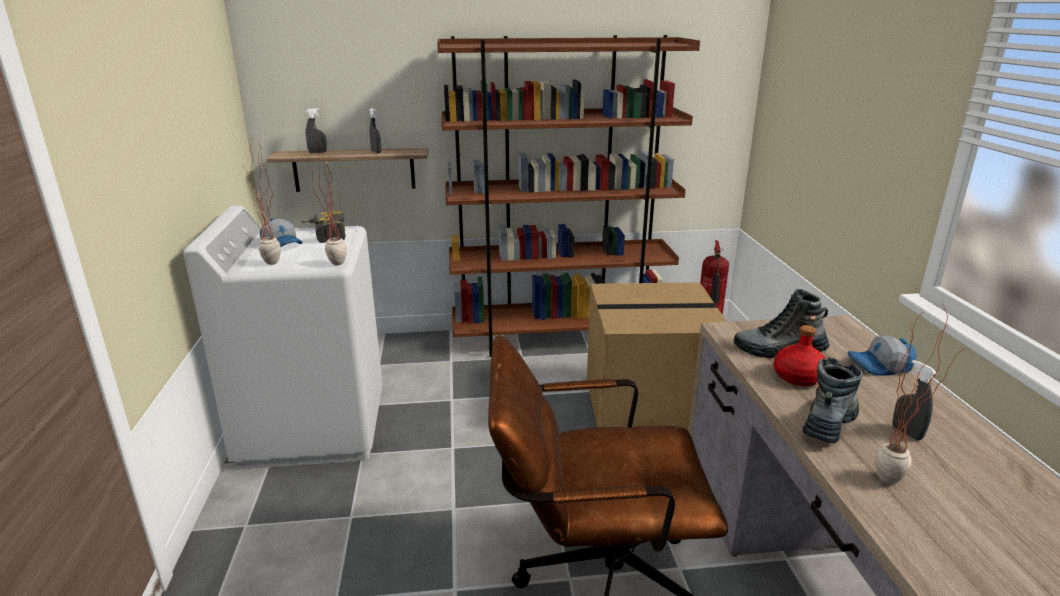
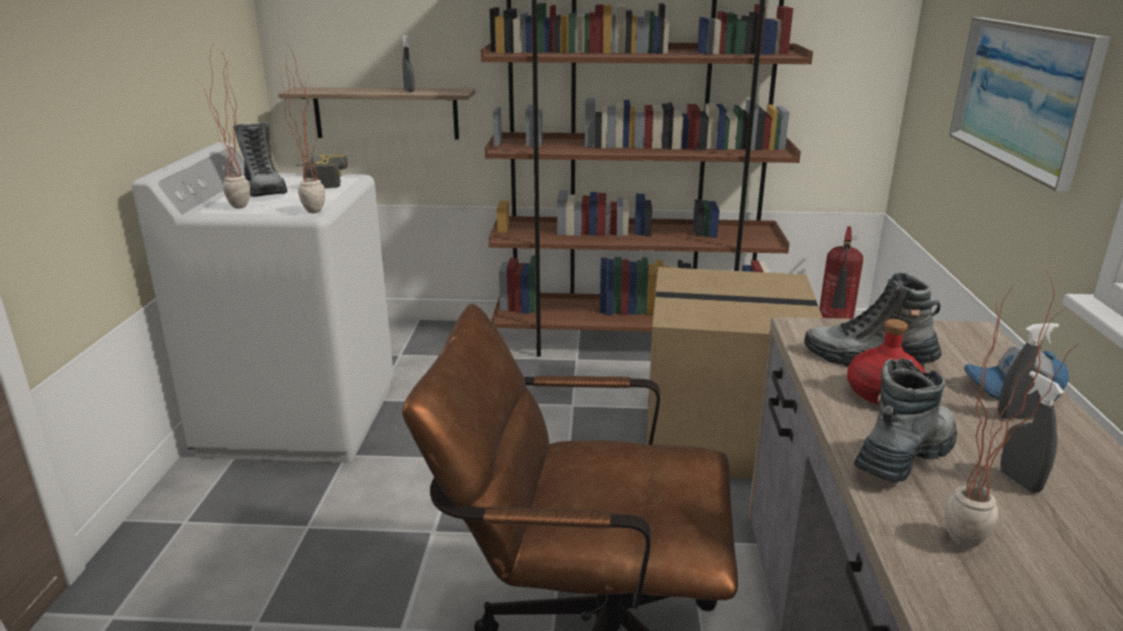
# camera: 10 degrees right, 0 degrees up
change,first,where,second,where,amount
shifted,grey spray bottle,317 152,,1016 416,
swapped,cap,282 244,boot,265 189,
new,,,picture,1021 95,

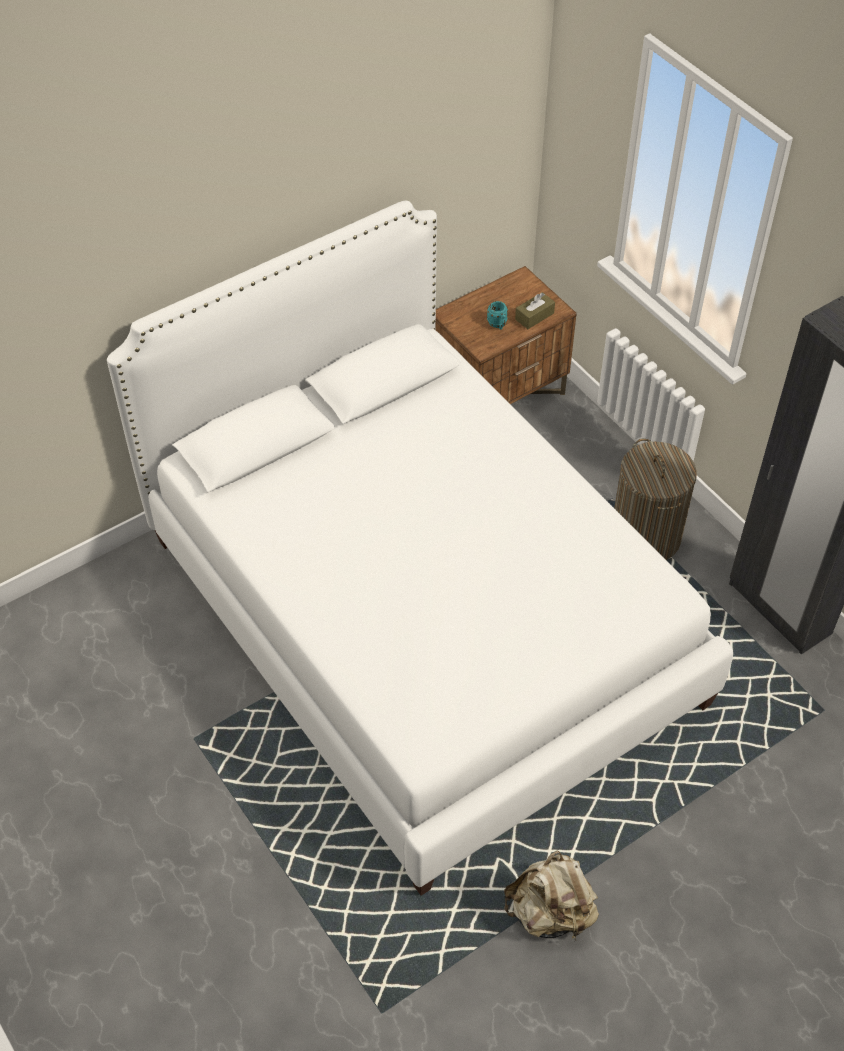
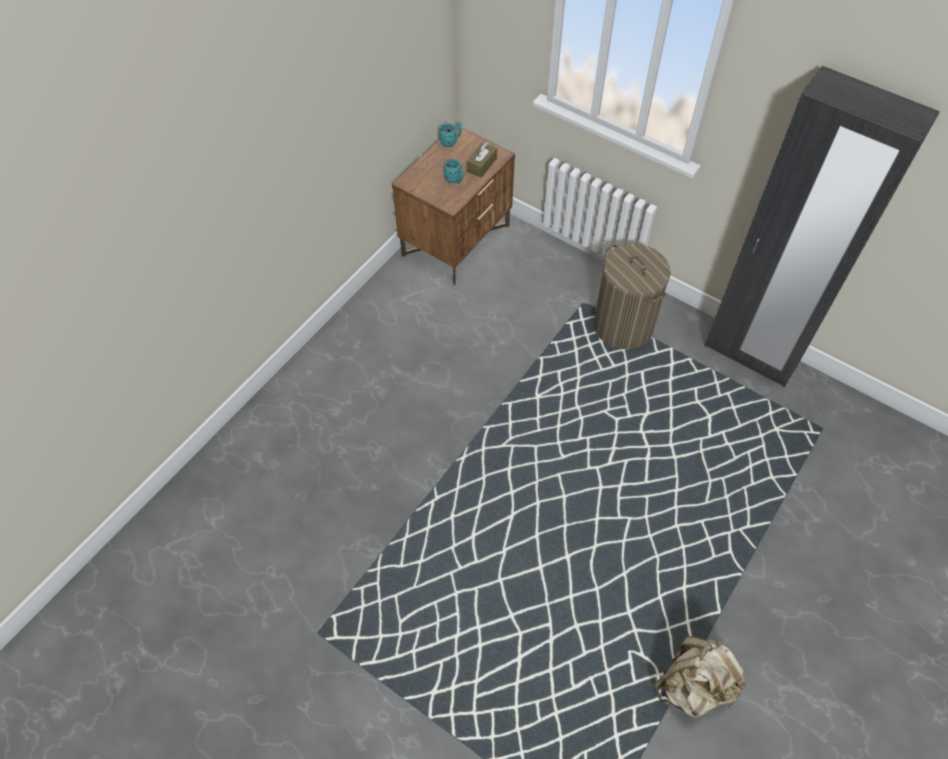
# camera: 20 degrees left, 5 degrees up
change,first,where,second,where,amount
gone,white bed,422 617,,,
new,,,turquoise mug,451 142,

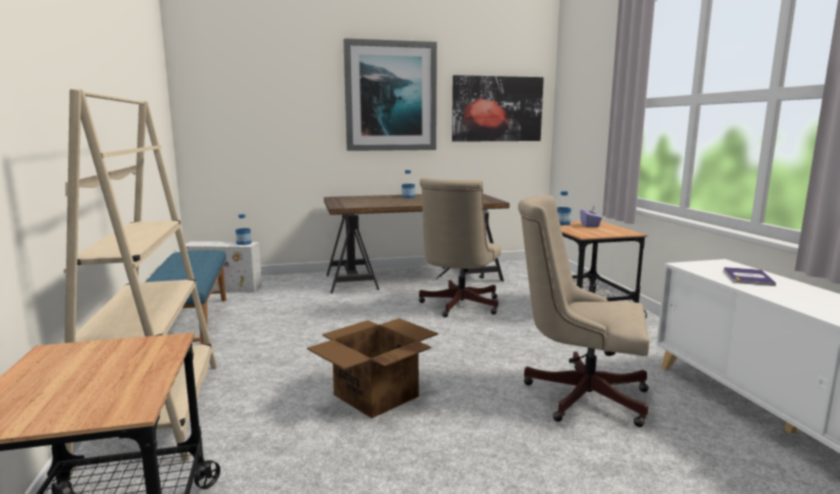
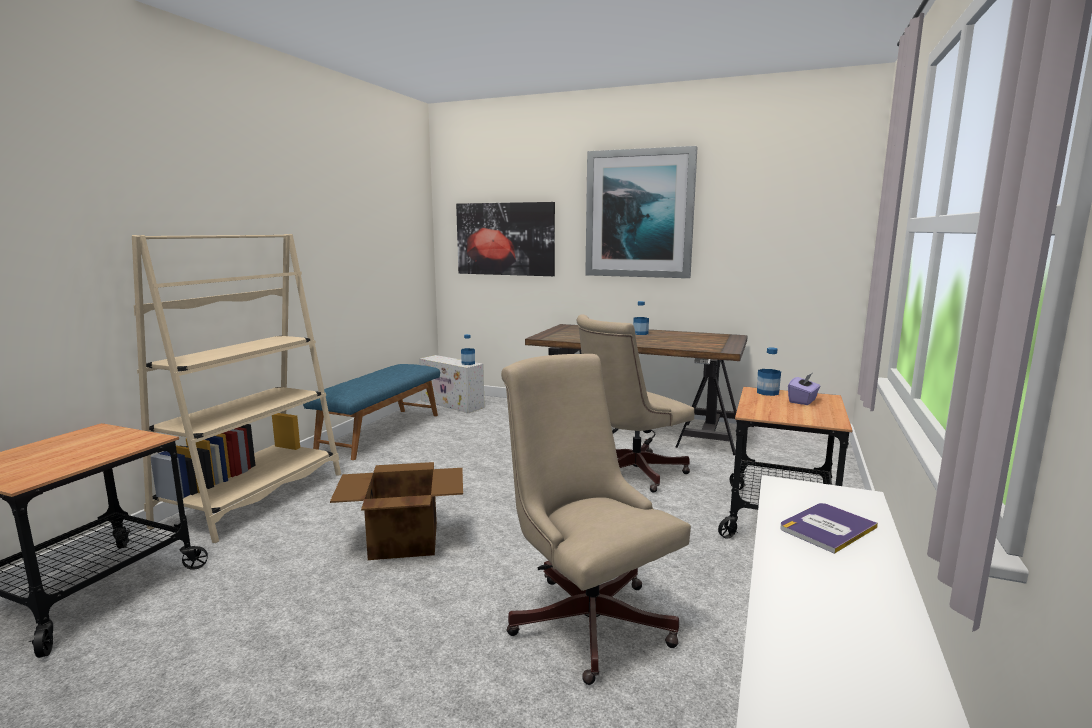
# camera: 35 degrees right, 0 degrees up
change,first,where,second,where,amount
shifted,picture,497 109,,505 239,

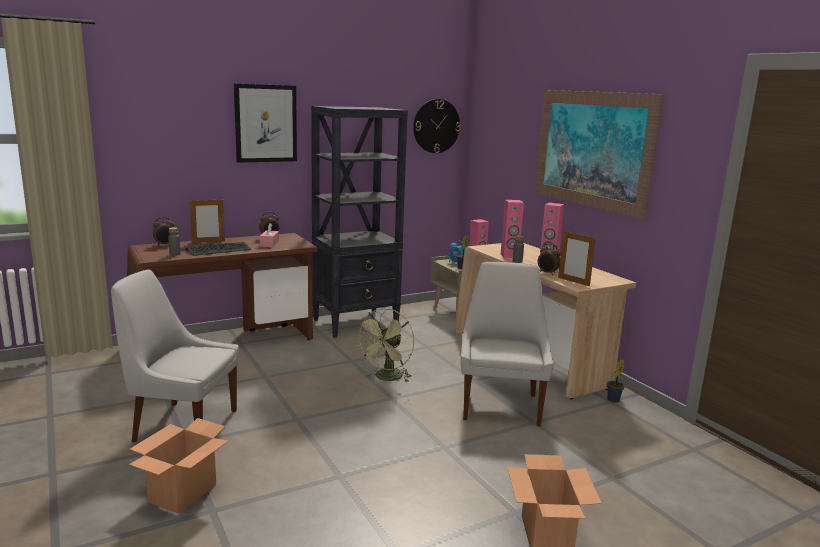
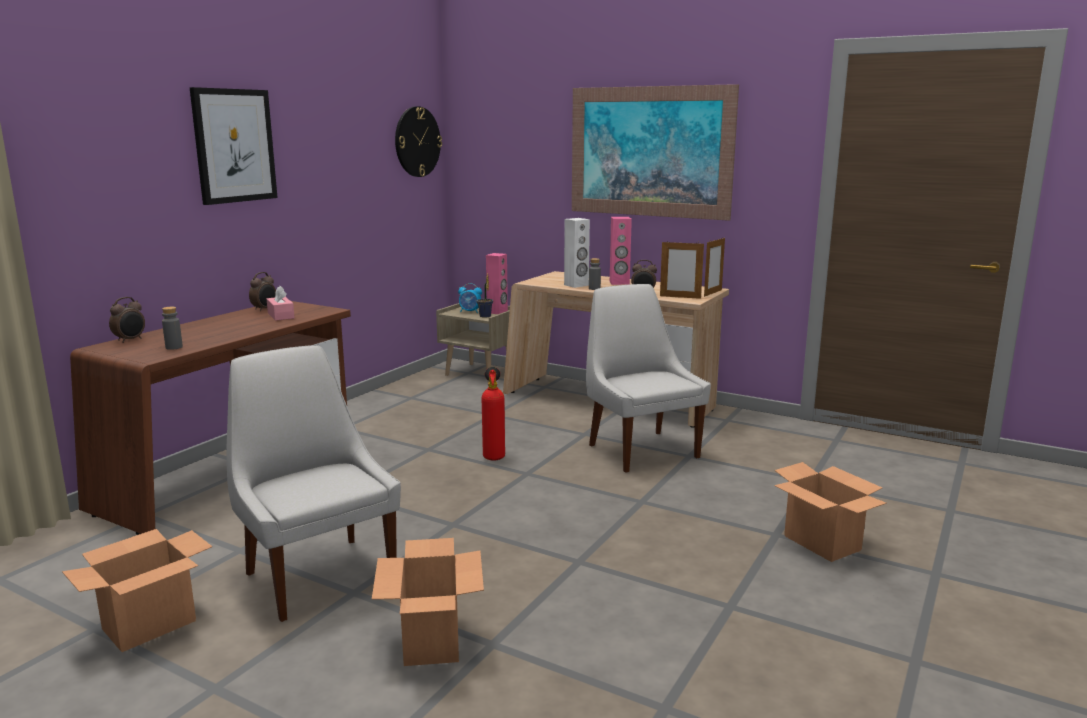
# camera: 30 degrees left, 0 degrees up
change,first,where,second,where,amount
gone,black bookcase,356 323,,,
shifted,picture frame,208 242,,712 293,
repainted,pink speaker,509 256,white speaker,576 285,
gone,keyboard,219 250,,,
rotated,white chair,182 425,,318 575,75 degrees clockwise
swapped,green fan,386 378,fire extinguisher,494 456,
gone,potted plant,612 400,,,
new,,,cardboard box,150 624,

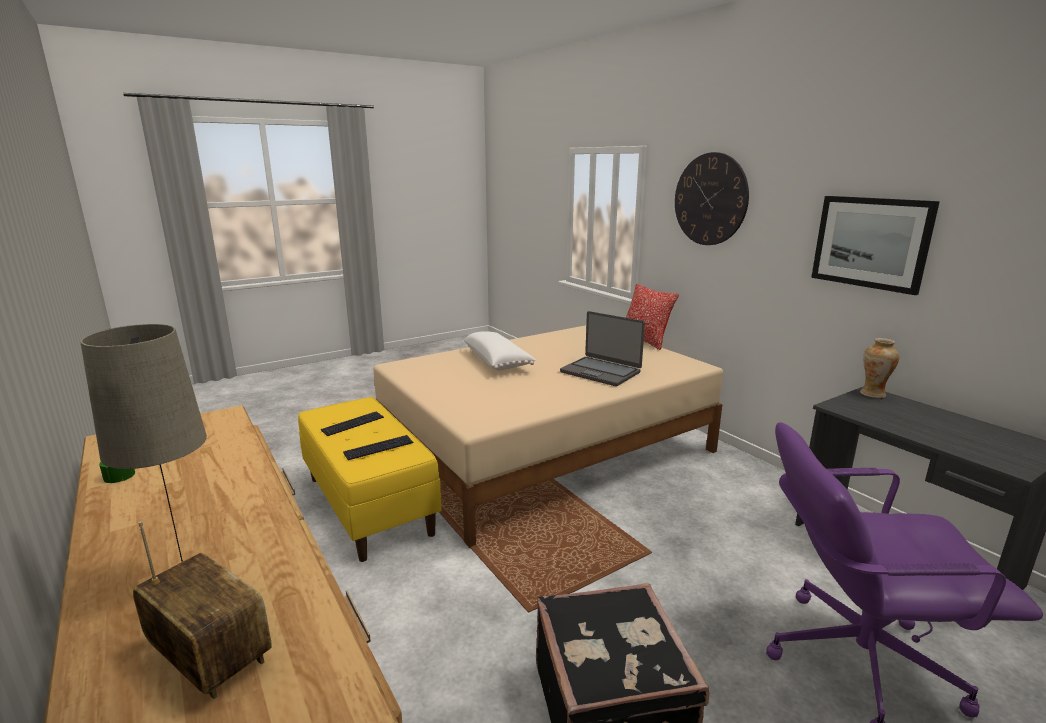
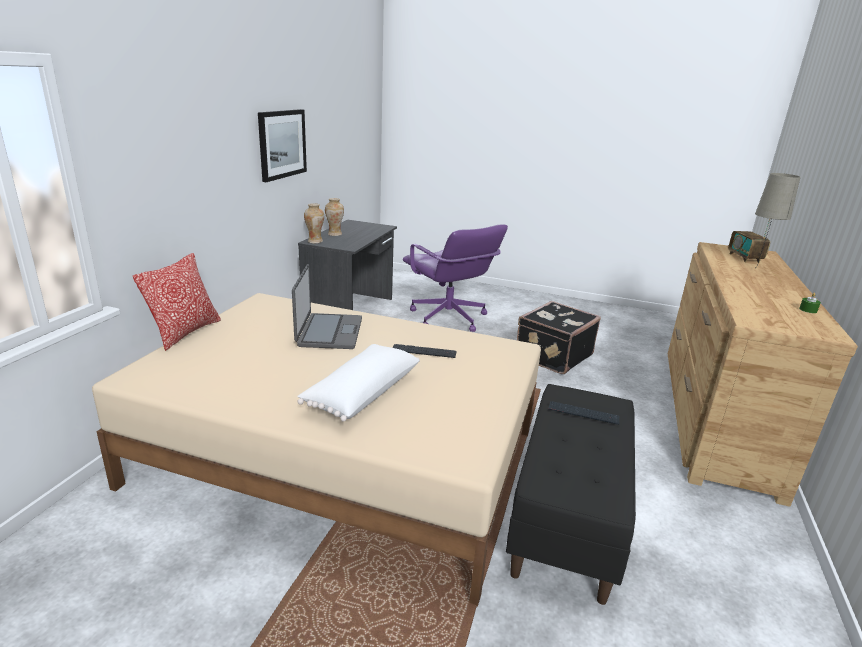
# camera: 130 degrees left, 5 degrees up
change,first,where,second,where,amount
gone,wall clock,710 199,,,
repainted,yellow bench,370 505,black bench,566 515,
shifted,keyboard,353 424,,424 352,
new,,,vase,334 234,

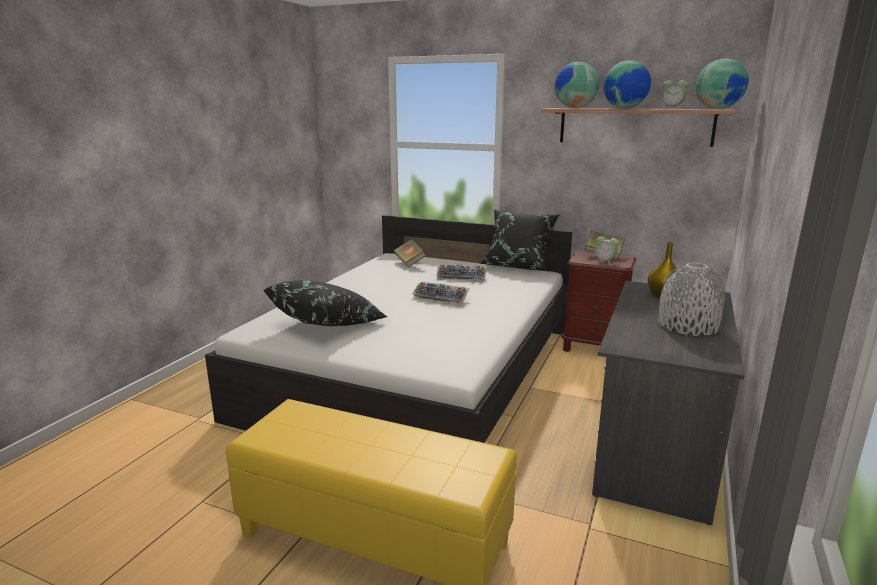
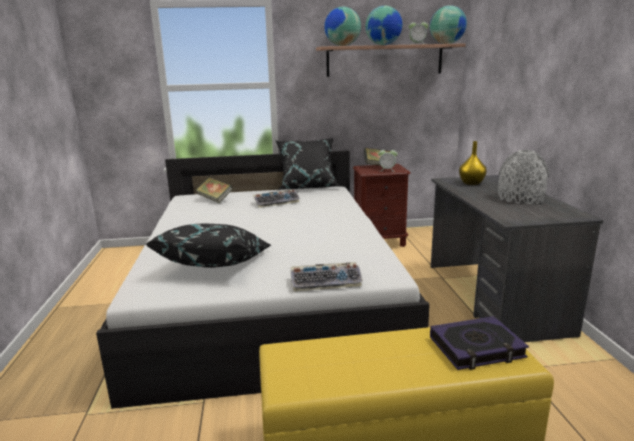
# camera: 30 degrees left, 0 degrees up
change,first,where,second,where,amount
shifted,keyboard,442 297,,326 282,
new,,,book,476 348,

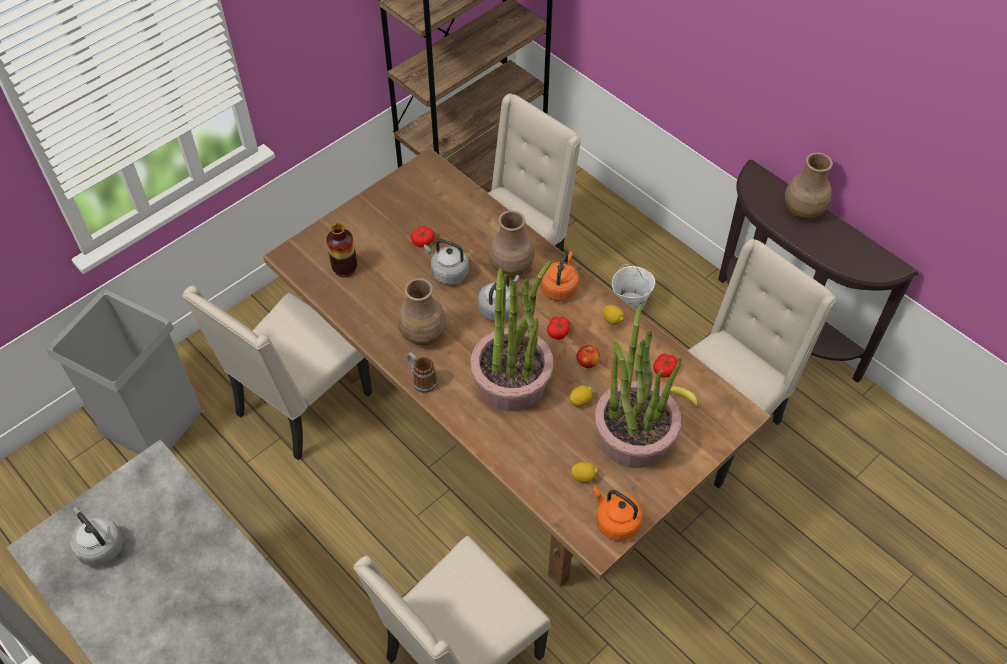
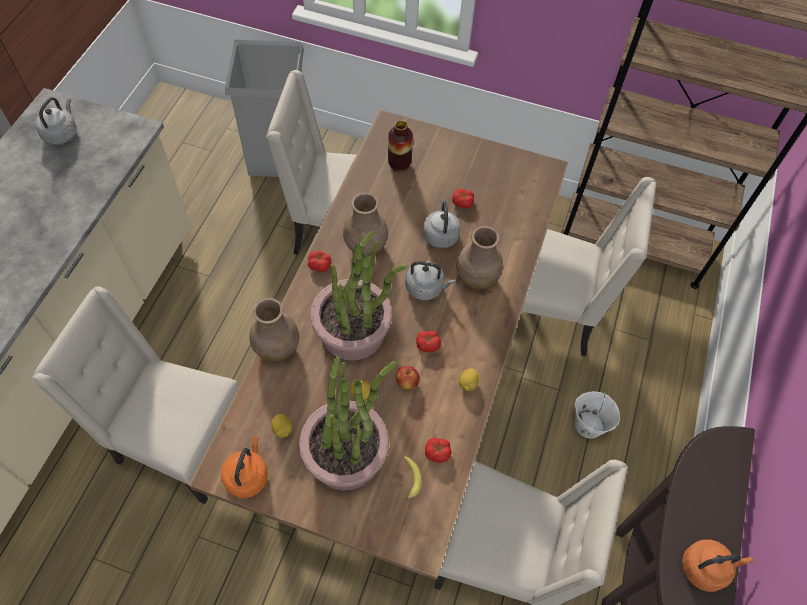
# camera: 60 degrees right, 5 degrees up
change,first,where,second,where,amount
shifted,brown vase,802 210,,277 347,
shifted,orange kettle,559 287,,705 568,
swapped,mug,421 380,tomato,319 265,

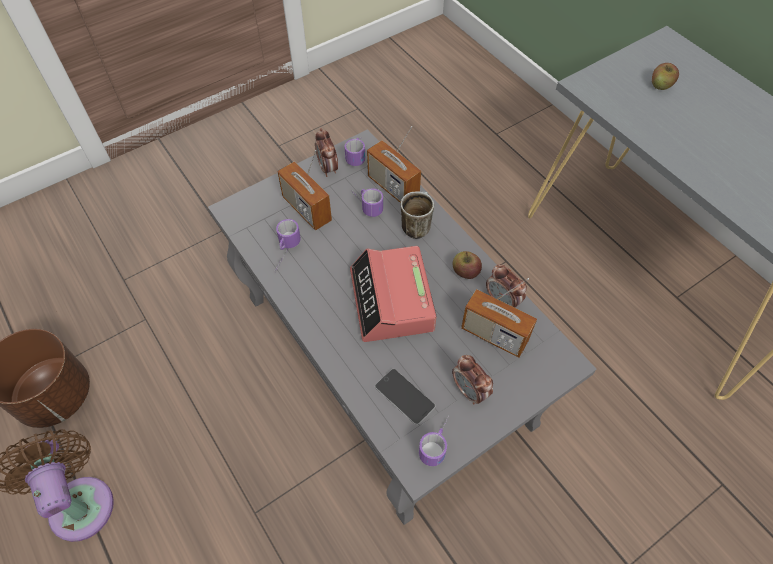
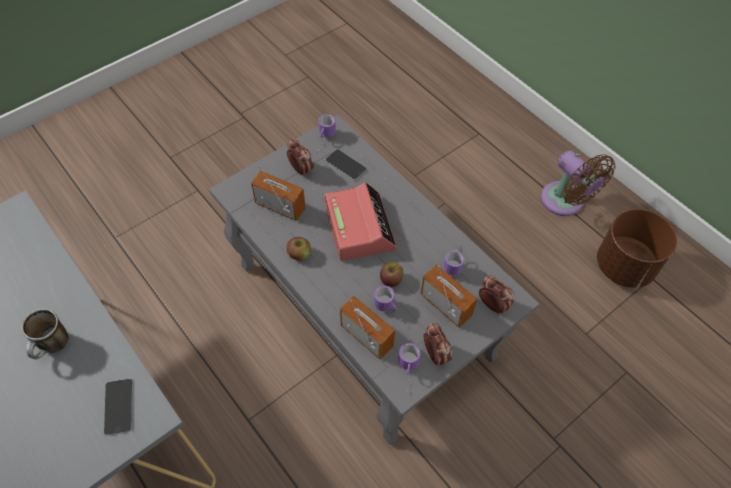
# camera: 175 degrees right, 0 degrees up
change,first,where,second,where,amount
shifted,apple,660 85,,391 280,
shifted,mug,416 225,,54 347,
shifted,alarm clock,502 301,,492 305,
new,,,phone,118 406,

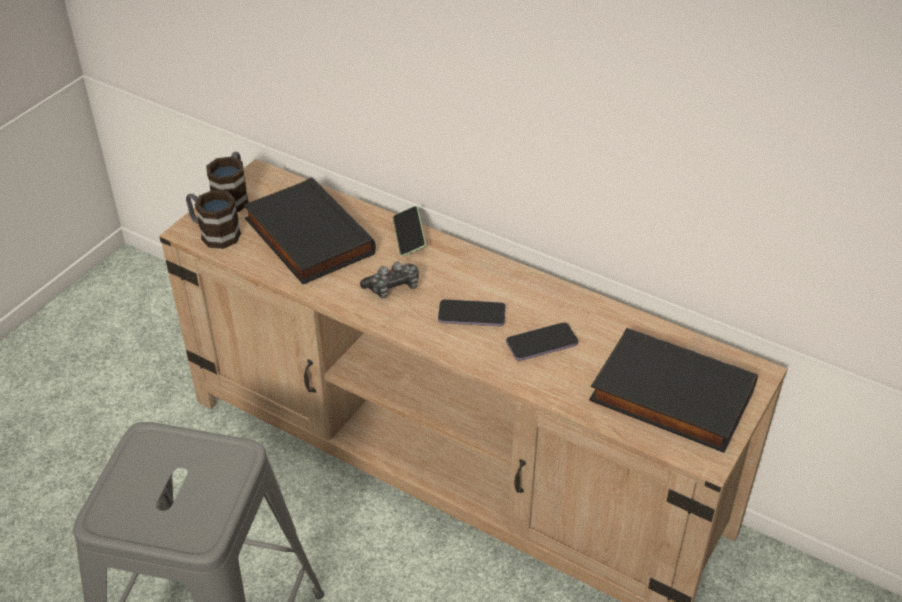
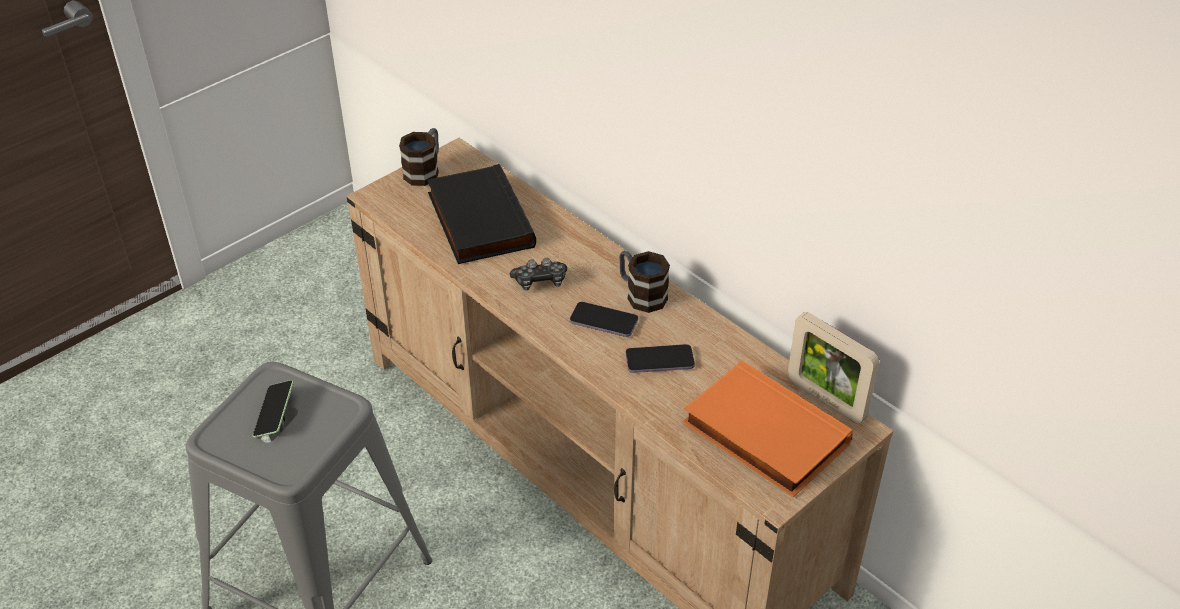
# camera: 15 degrees right, 0 degrees up
change,first,where,second,where,amount
shifted,mug,214 233,,641 294,
shifted,phone,409 237,,275 415,
repainted,black book,669 397,orange book,762 435,
new,,,picture frame,825 400,

